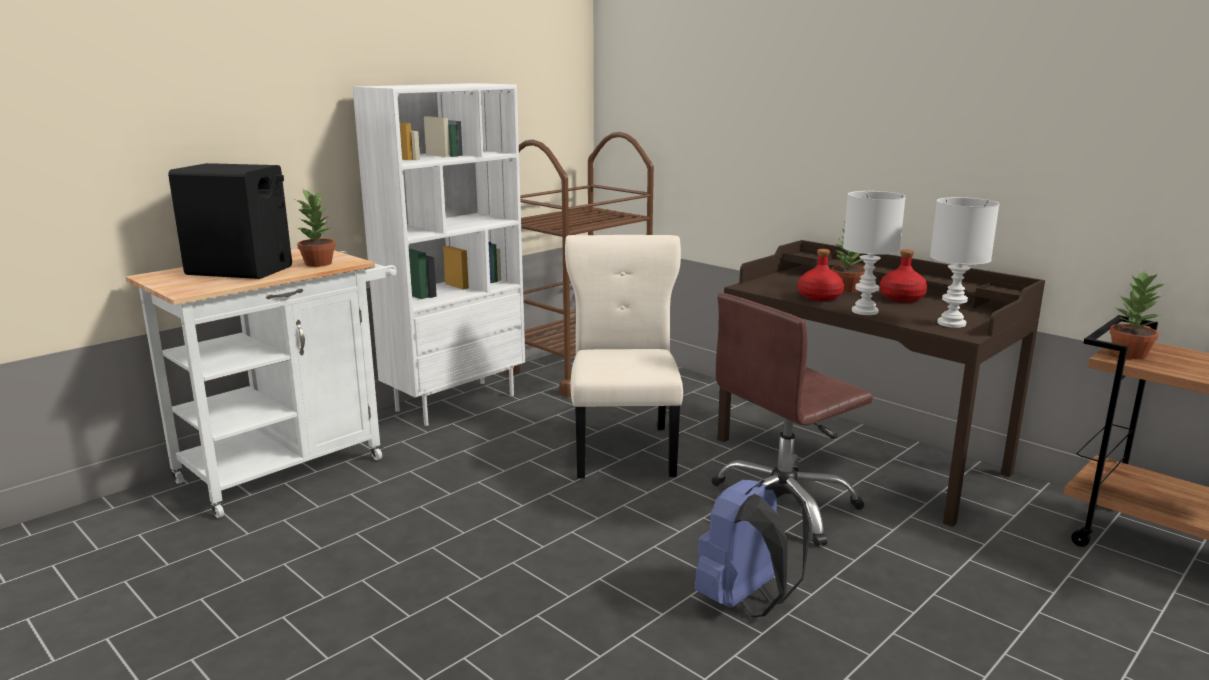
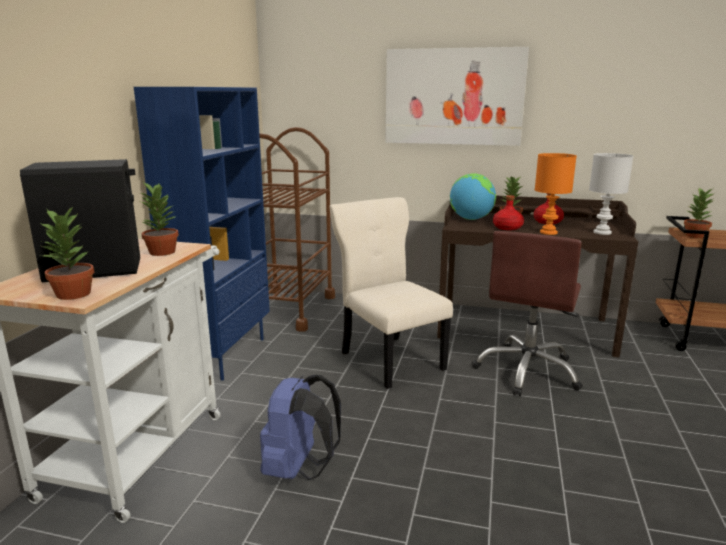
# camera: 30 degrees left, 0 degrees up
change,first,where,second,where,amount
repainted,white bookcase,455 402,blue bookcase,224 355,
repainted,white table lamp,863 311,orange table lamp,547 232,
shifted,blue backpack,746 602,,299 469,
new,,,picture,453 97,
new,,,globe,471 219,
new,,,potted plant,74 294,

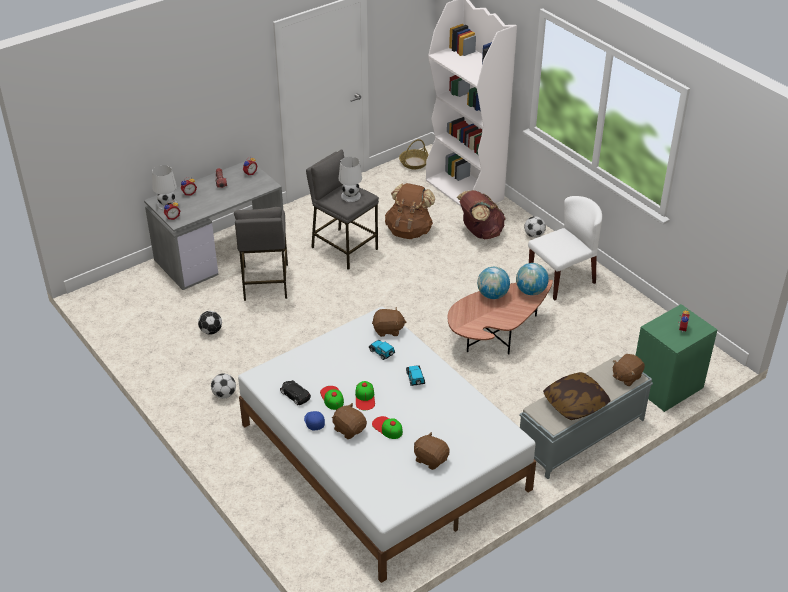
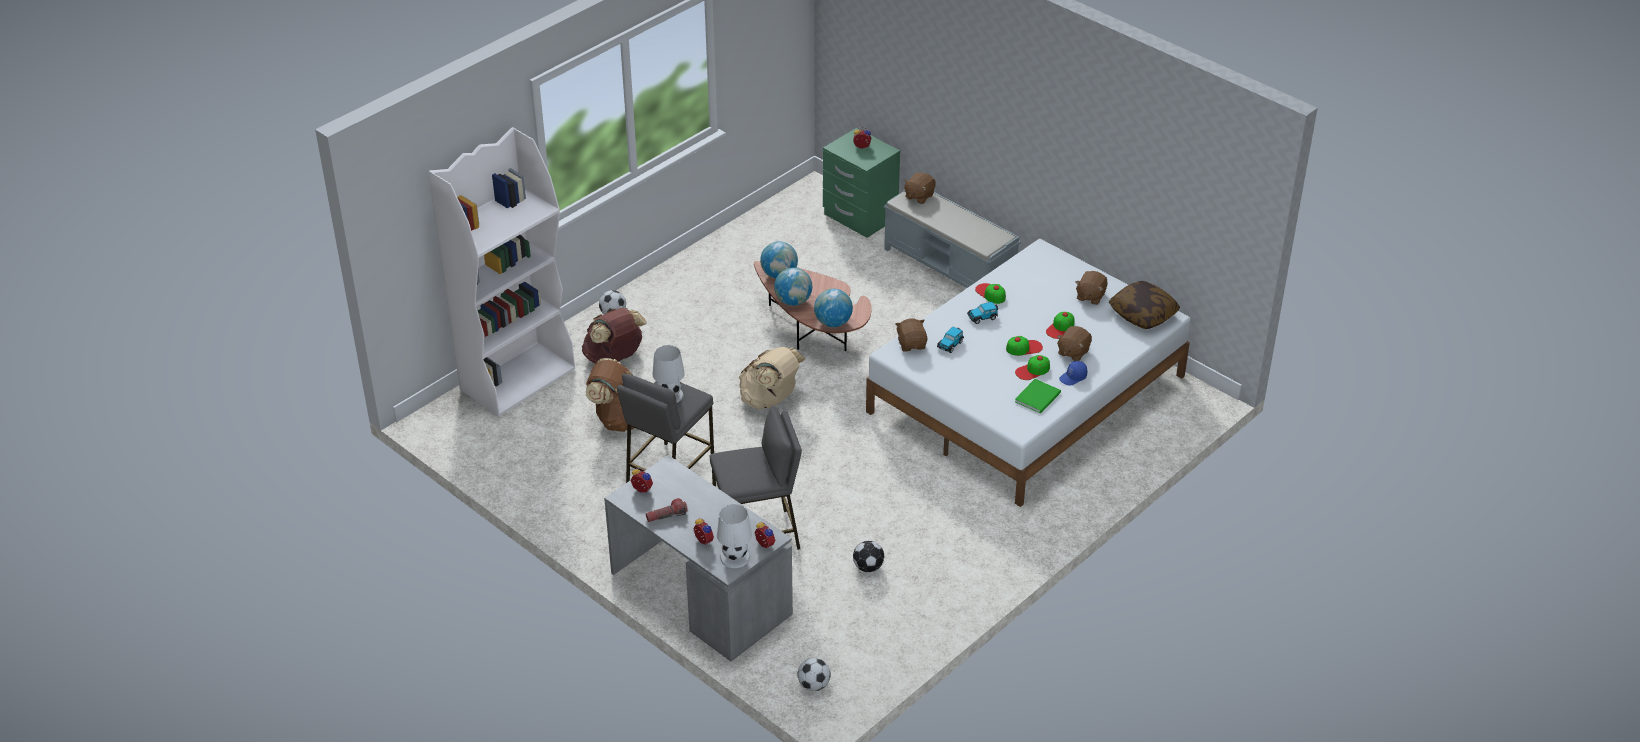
# camera: 100 degrees left, 0 degrees up
change,first,where,second,where,amount
gone,basket,414 163,,,
gone,white chair,561 279,,,
rotated,brown plush toy,626 377,,919 196,90 degrees clockwise
shifted,pillow,575 404,,1143 314,
shifted,football,224 394,,813 685,
swapped,black toy car,295 395,green book,1039 397,
new,,,cap,990 293,
new,,,globe,833 322,
new,,,beige backpack,770 400,

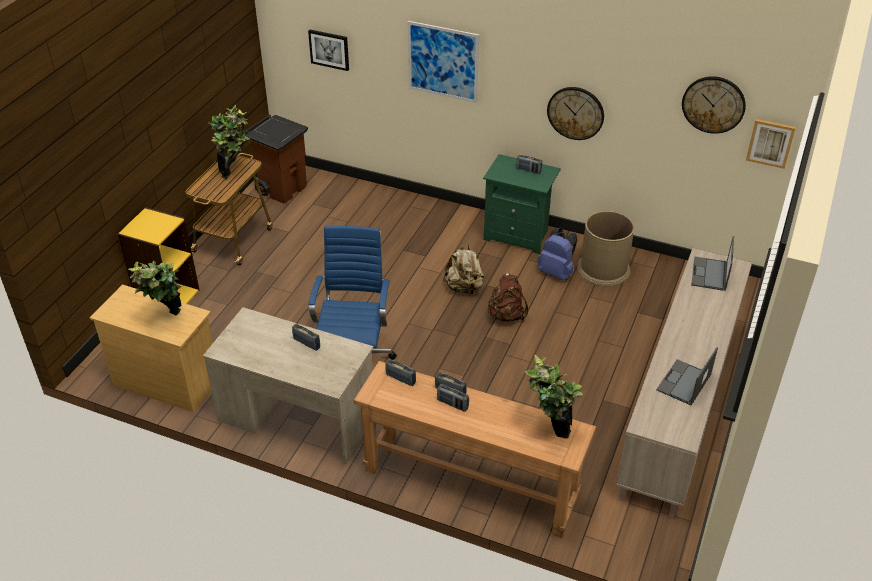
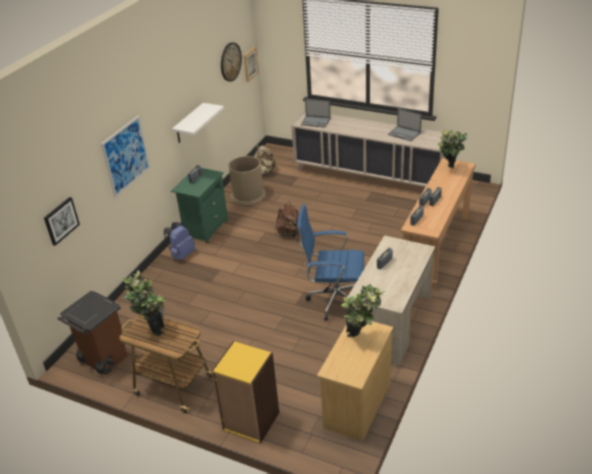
# camera: 85 degrees left, 5 degrees down
change,first,where,second,where,amount
swapped,wall clock,575 113,white shelf,189 124,
shifted,blue backpack,556 272,,181 254,
shifted,beige backpack,464 287,,264 172,

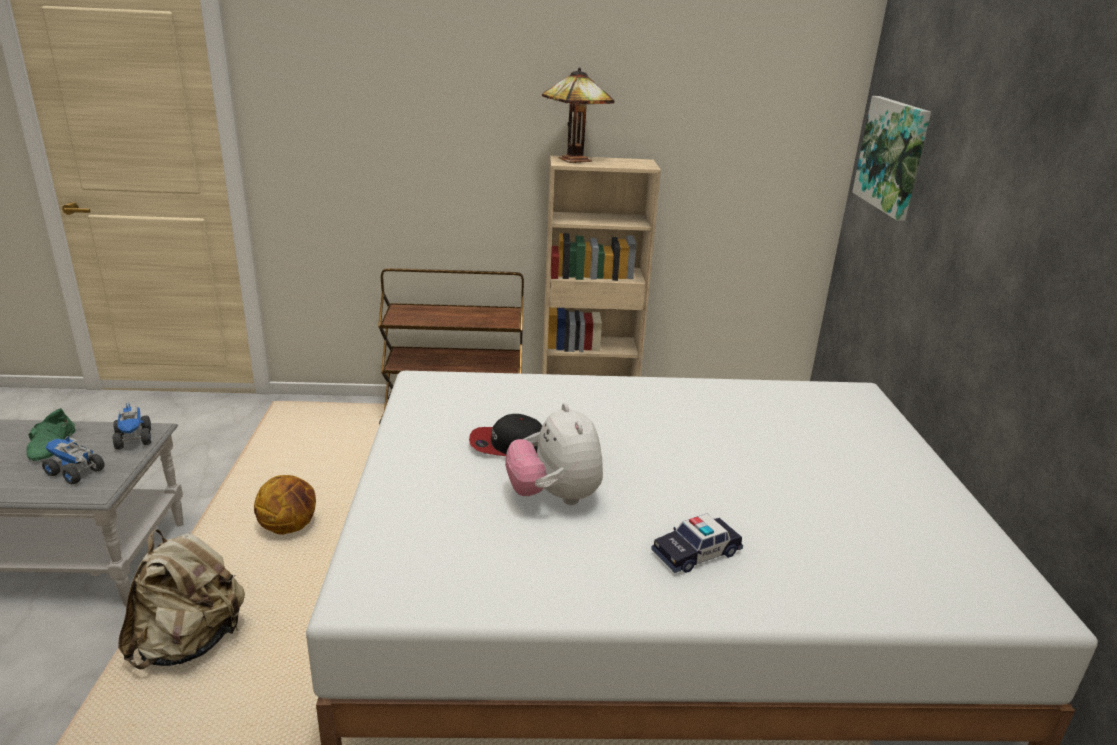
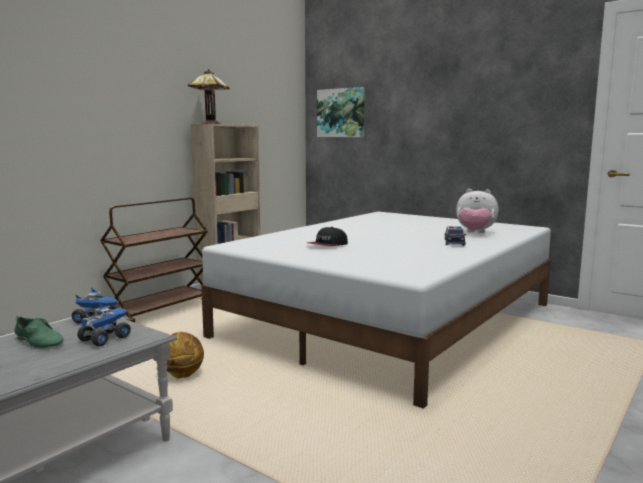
# camera: 50 degrees left, 15 degrees down
change,first,where,second,where,amount
shifted,plush toy,554 496,,475 233,
rotated,toy truck,74 472,,105 339,150 degrees clockwise
gone,beige backpack,190 643,,,

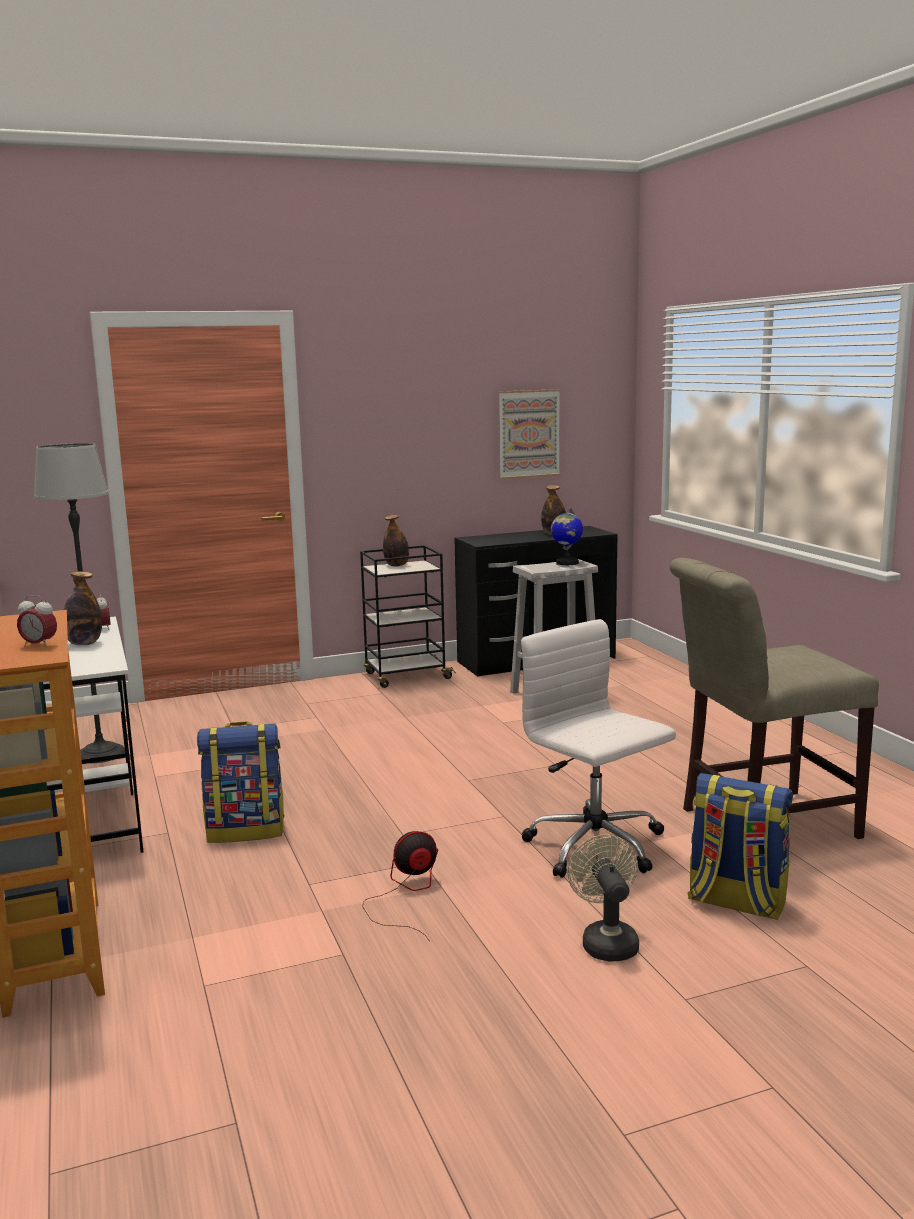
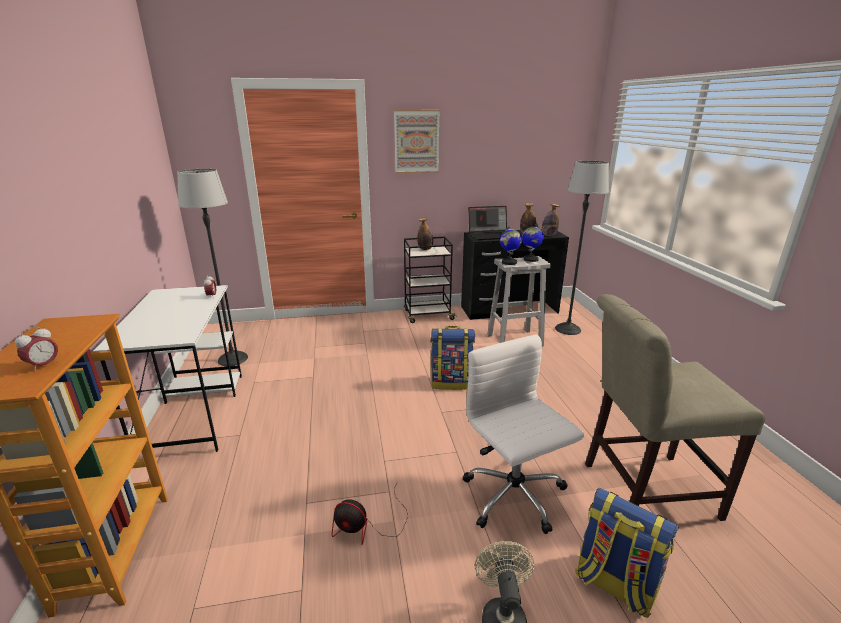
# camera: 10 degrees right, 10 degrees up
change,first,where,second,where,amount
shifted,picture,528 434,,416 141,
shifted,bottle,84 644,,548 235,
rotated,alarm clock,39 645,,44 366,90 degrees counterclockwise
shifted,backpack,246 830,,451 382,
rotated,fan,407 894,,368 526,150 degrees counterclockwise
new,,,floor lamp,568 329,
new,,,laptop,491 235,
new,,,globe,509 262,

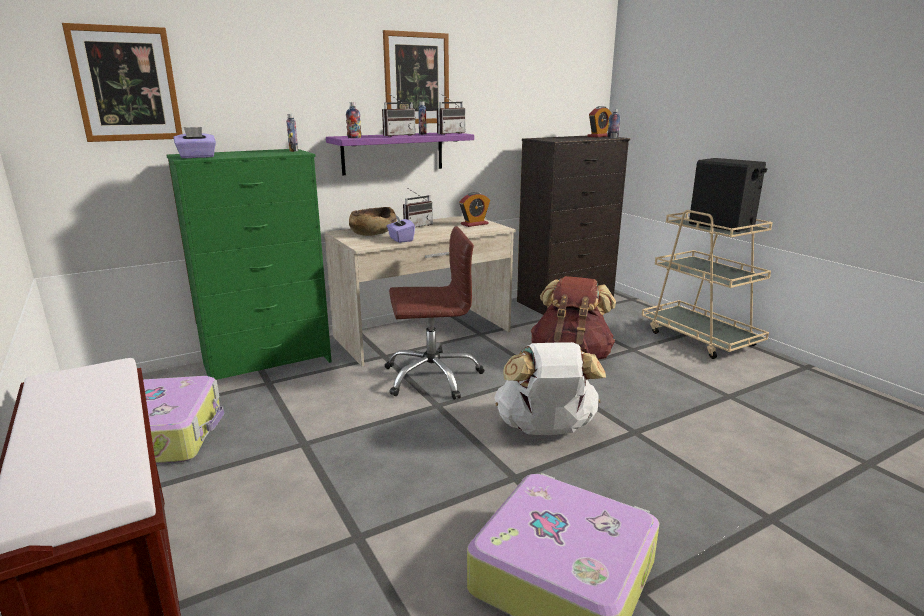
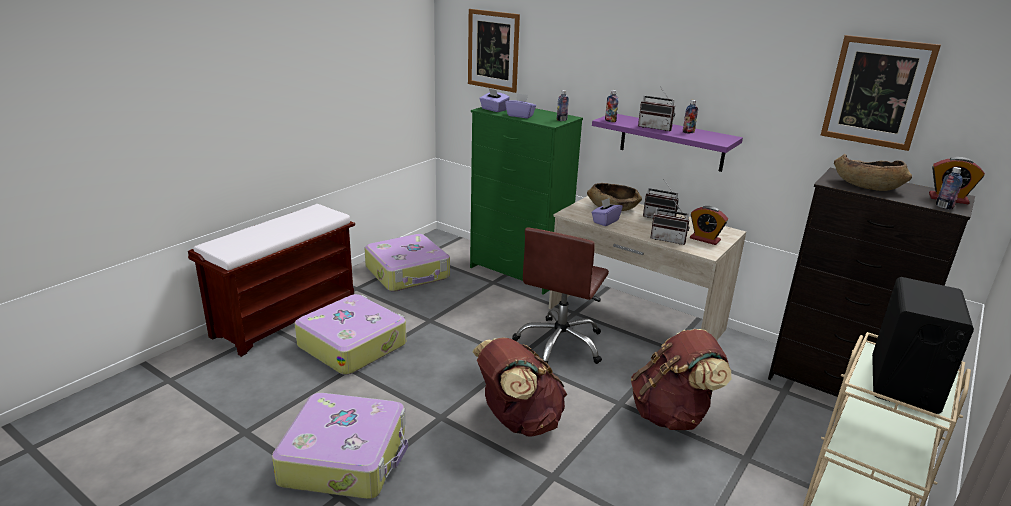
# camera: 65 degrees right, 5 degrees up
change,first,where,second,where,amount
shifted,picture,416 78,,877 92,
shifted,radio,449 133,,669 239,
rotated,brown office chair,432 376,,560 344,60 degrees clockwise
repainted,white backpack,546 430,brown backpack,518 421,
new,,,purple tissue box,520 116,
new,,,brown bowl,866 186,
new,,,suitcase,352 344,

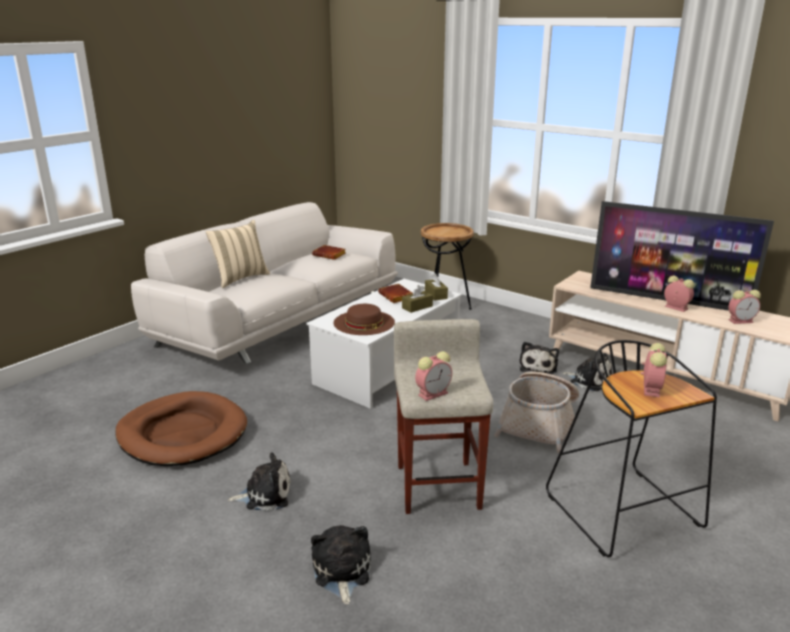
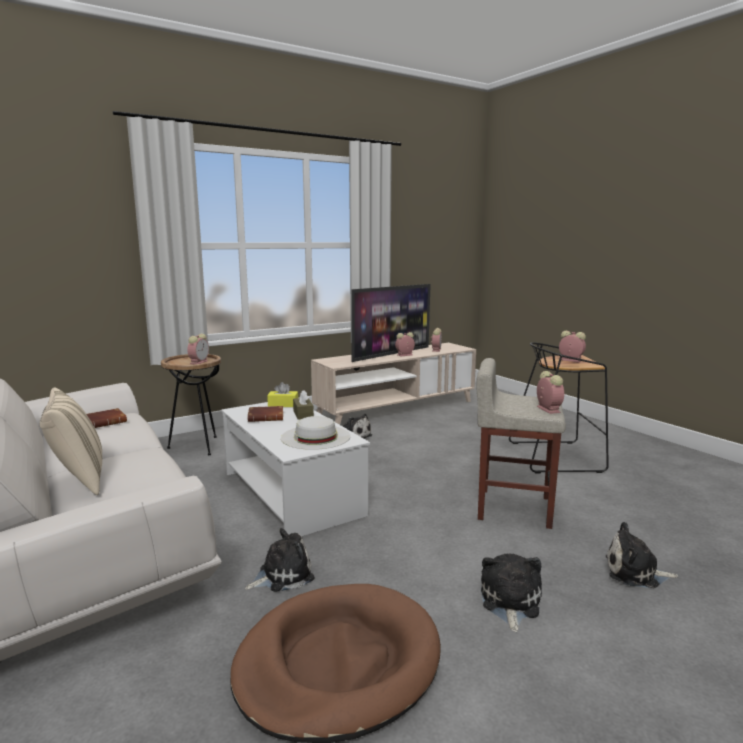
# camera: 70 degrees left, 10 degrees down
change,first,where,second,where,amount
repainted,brown tissue box,436 295,yellow tissue box,283 405,
repainted,brown hat,364 322,white hat,315 437,
shifted,plush toy,588 380,,282 575,
gone,basket,539 423,,,
new,,,alarm clock,199 362,

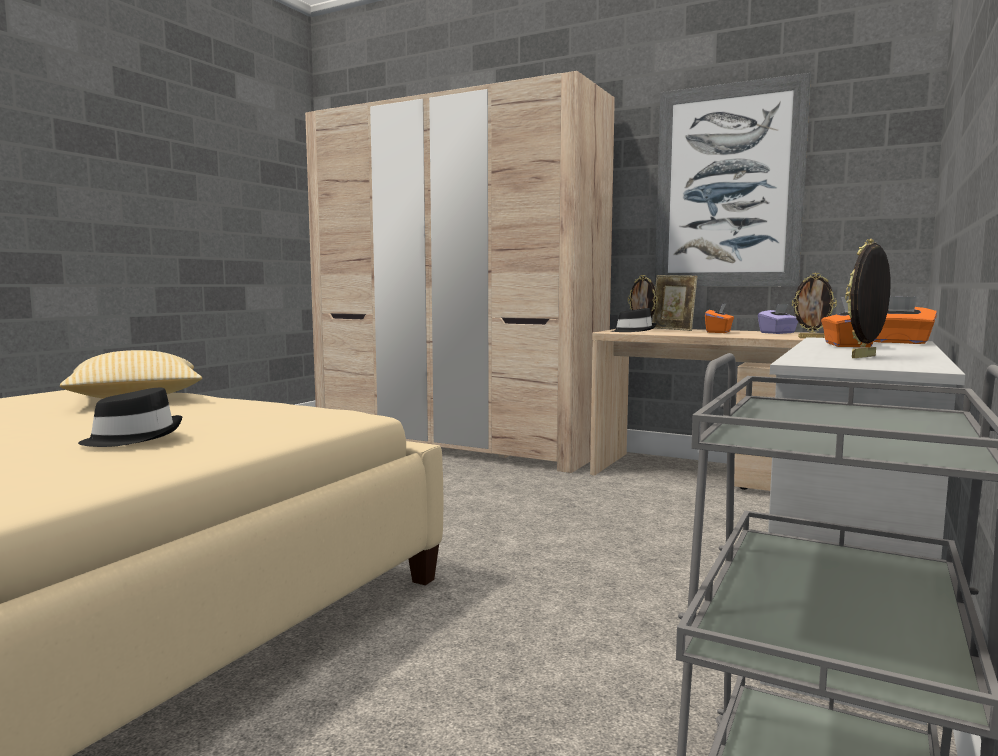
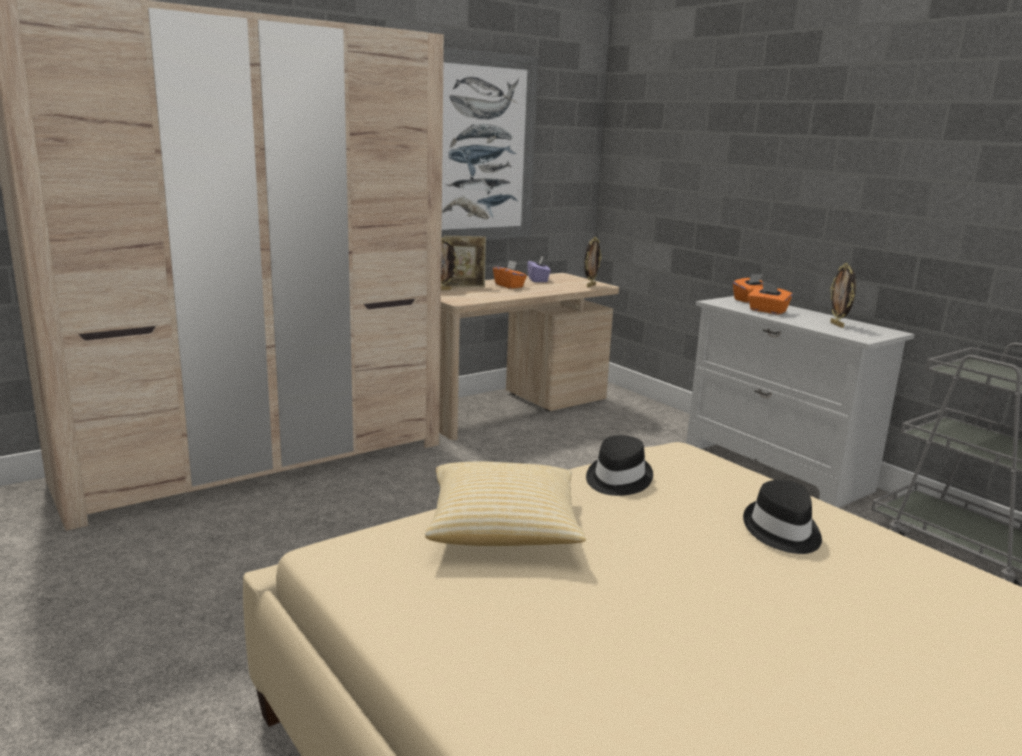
# camera: 65 degrees left, 10 degrees up
change,first,where,second,where,amount
shifted,black hat,633 331,,617 479,

